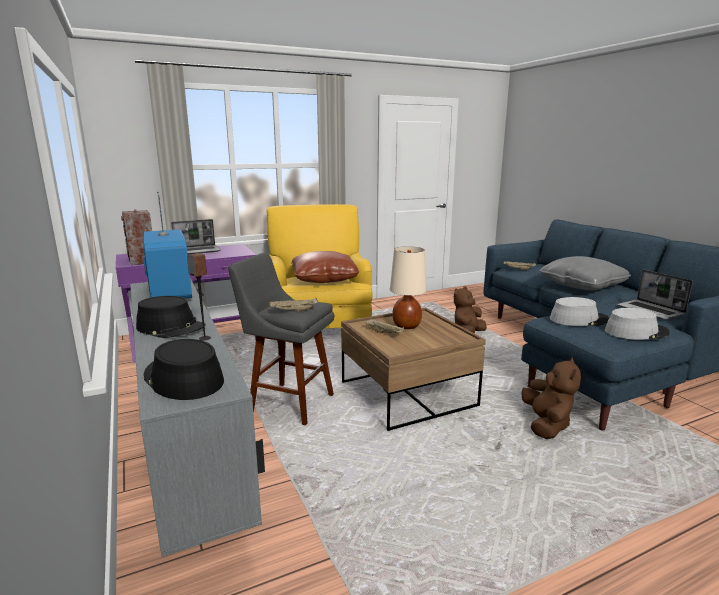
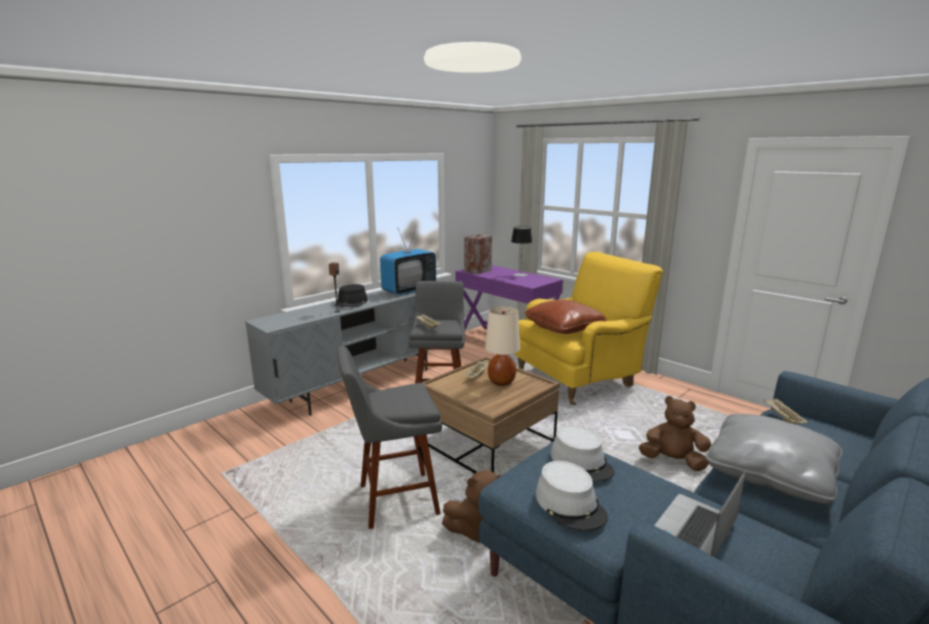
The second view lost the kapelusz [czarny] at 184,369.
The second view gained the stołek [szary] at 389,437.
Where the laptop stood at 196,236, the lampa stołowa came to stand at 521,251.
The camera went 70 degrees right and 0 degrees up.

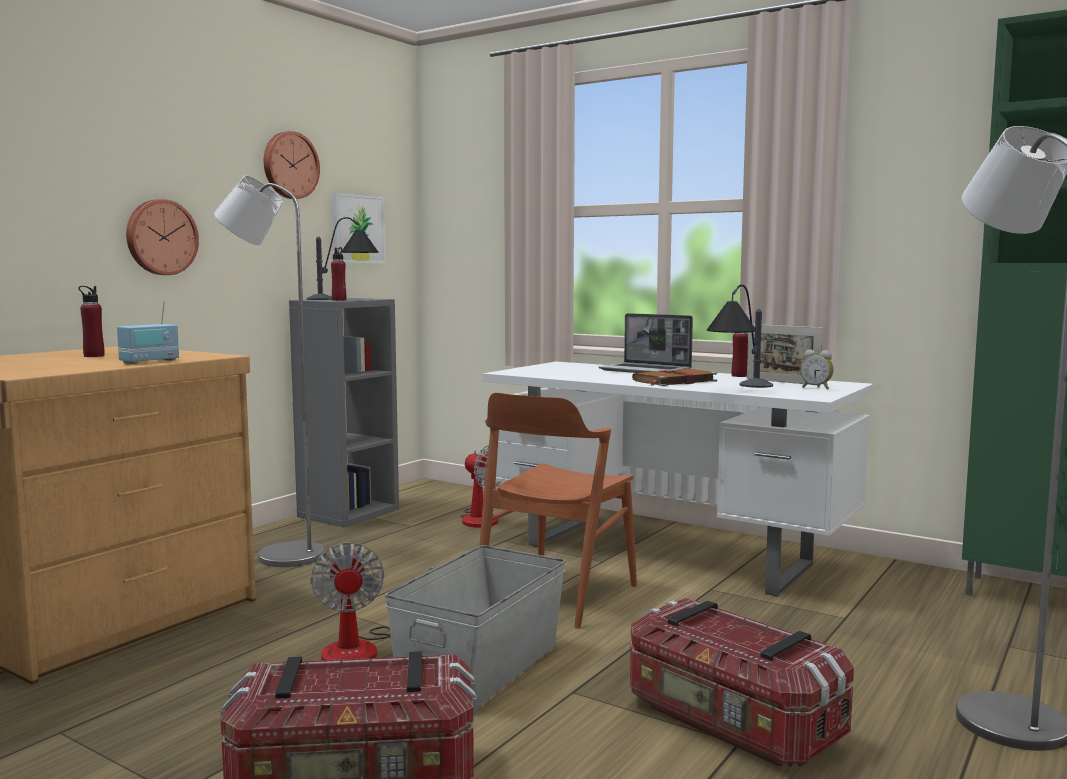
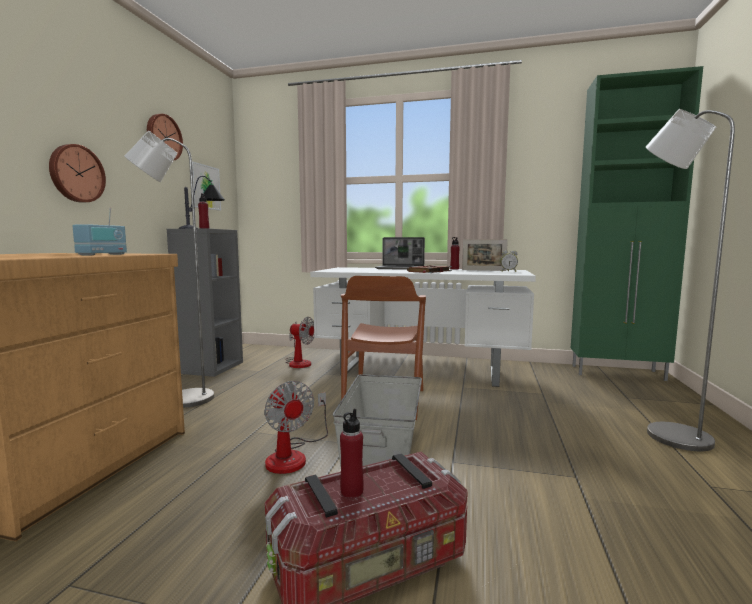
The second view lost the pojemnik do przechowywania at 742,682.
The second view lost the lampa stołowa at 740,336.
The butelka [czerwony] ended up elsewhere, having gone from 92,321 to 352,453.
The camera went 20 degrees left and 0 degrees up.

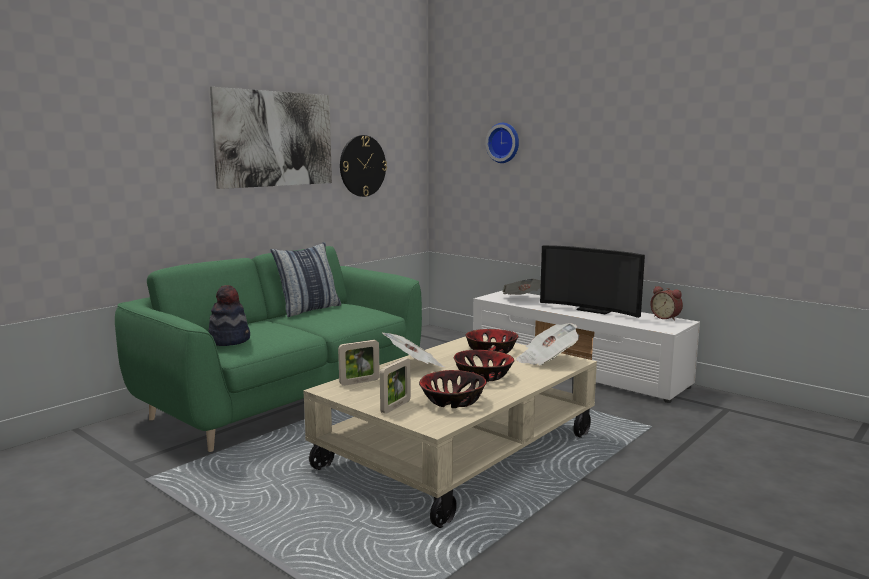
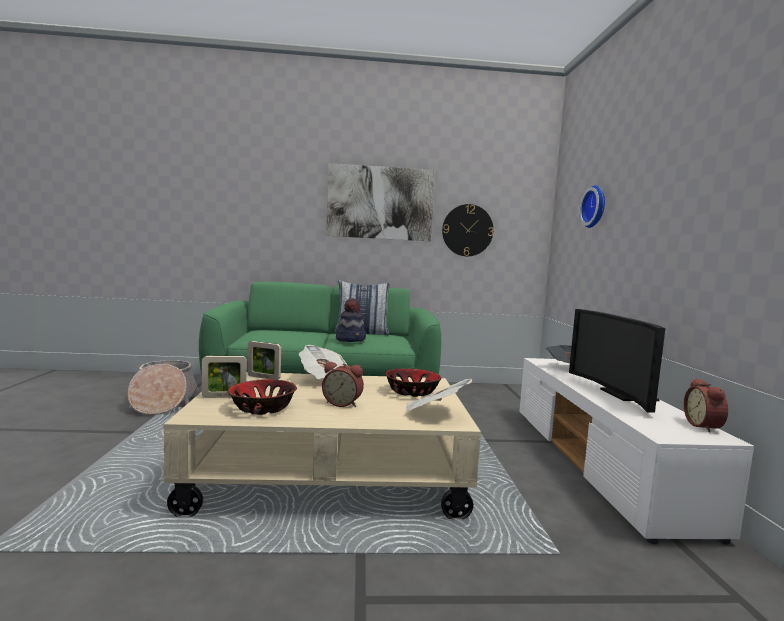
The second view gained the koszyk at 163,387.
The kapelusz ended up elsewhere, having gone from 229,315 to 351,320.
Where the miska stood at 483,366, the budzik came to stand at 343,384.
The camera went 45 degrees right and 5 degrees down.

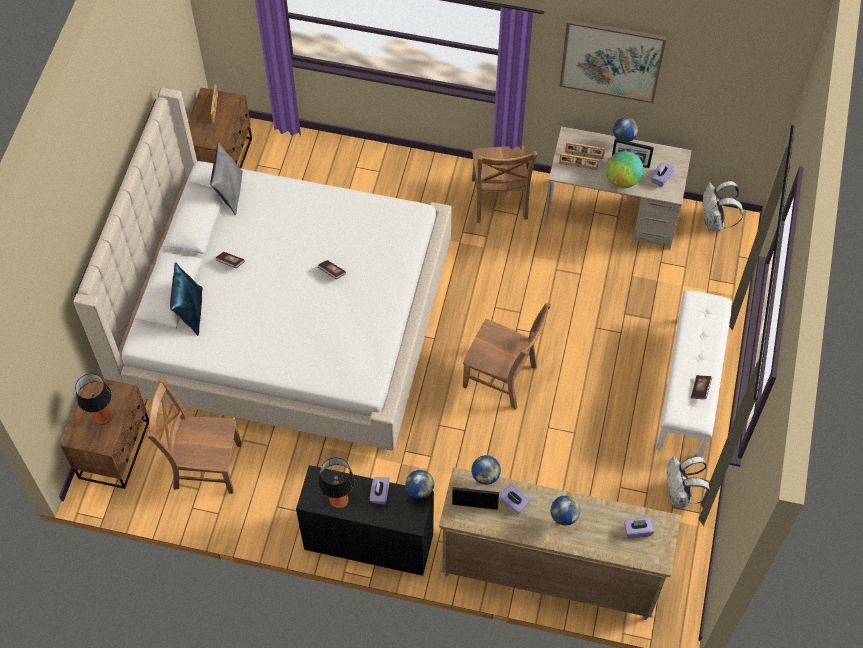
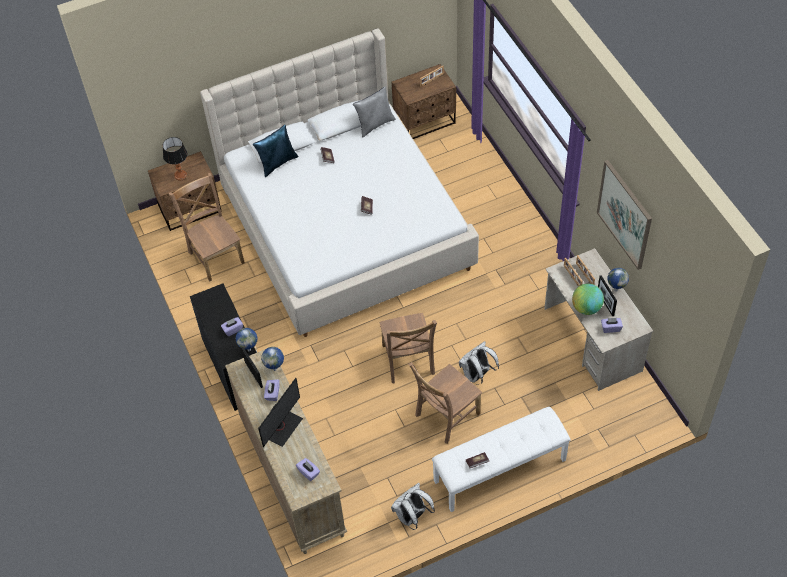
The second view lost the lampa stołowa at 336,483.
The krzesło [brązowy] ended up elsewhere, having gone from 505,184 to 445,403.
The plecak [biały] ended up elsewhere, having gone from 723,206 to 479,363.
Where the globus stood at 565,511, the monitor came to stand at 280,412.
The camera went 55 degrees right and 5 degrees down.

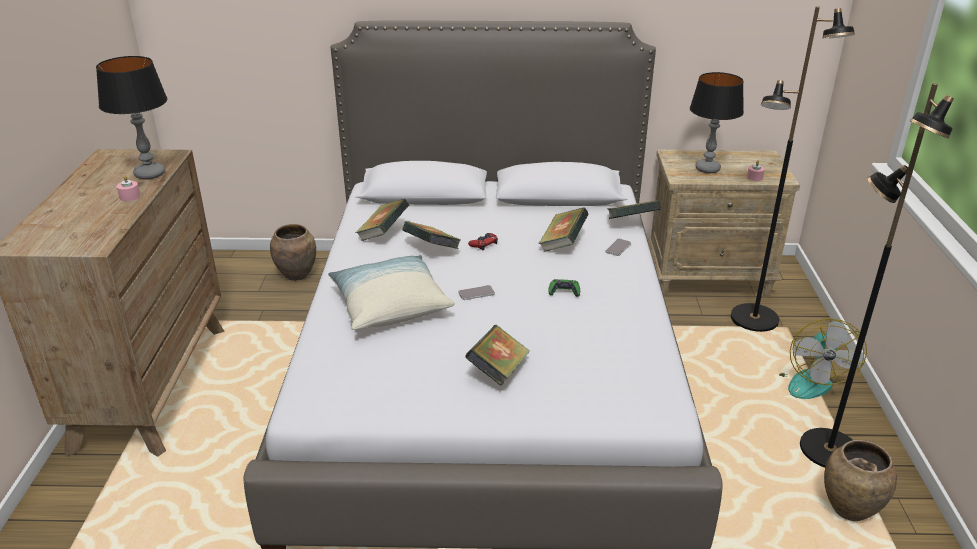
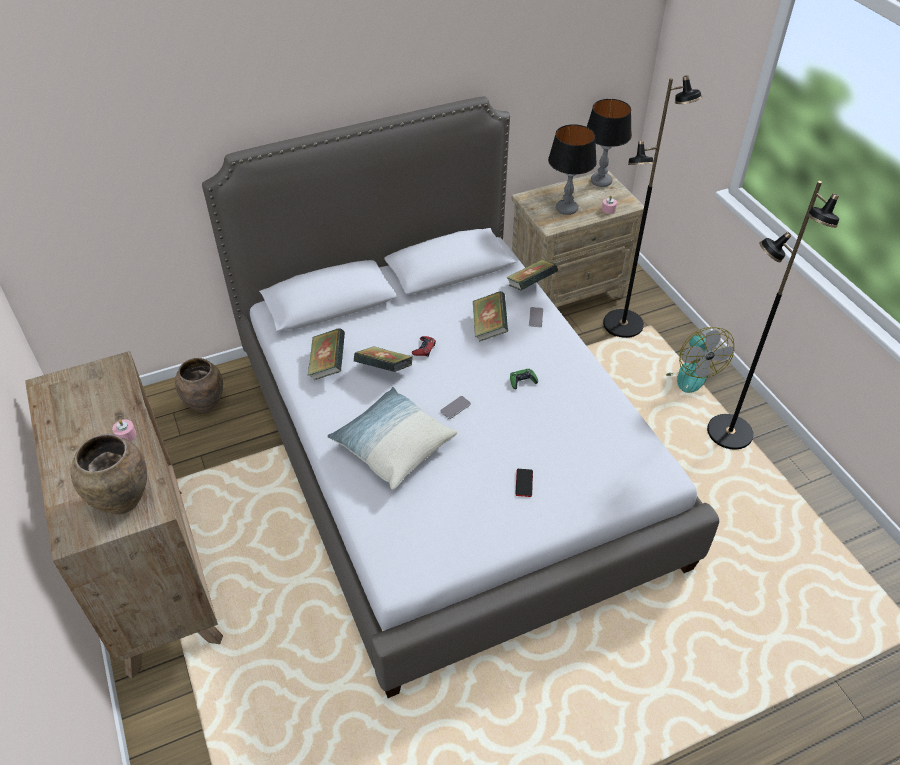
The lampa stołowa ended up elsewhere, having gone from 131,118 to 609,143.
The wazon [brązowy] ended up elsewhere, having gone from 860,480 to 109,474.
Where the książka stood at 497,355, the telefon came to stand at 524,483.
The camera went 25 degrees left and 15 degrees up.

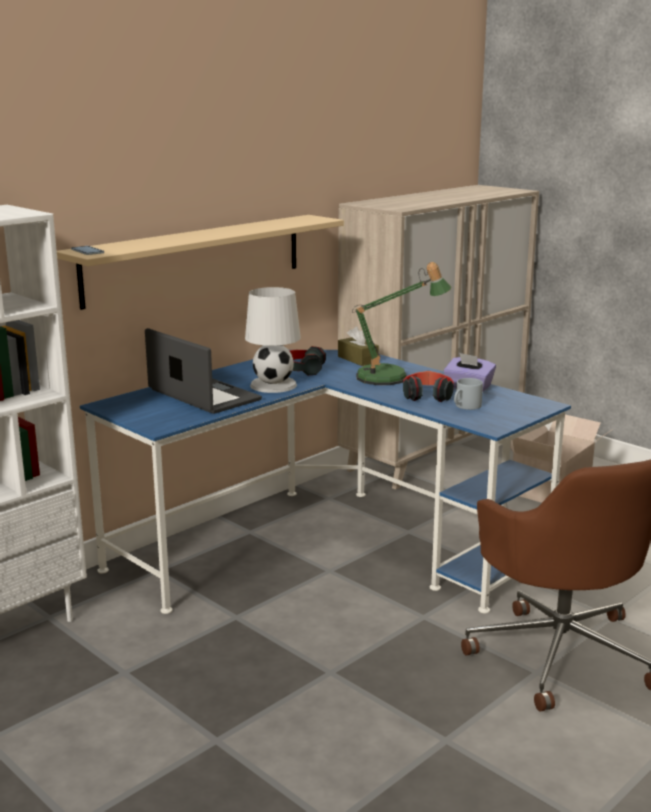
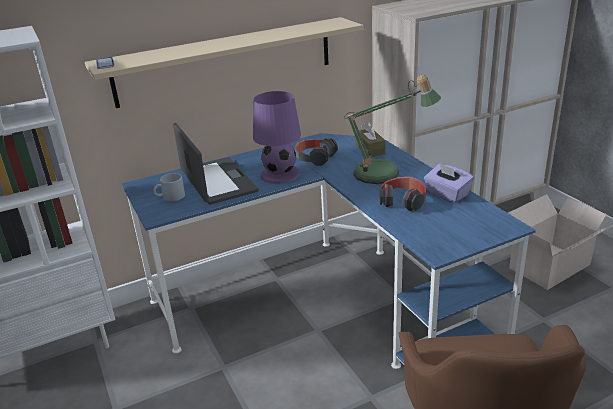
The kubek [szary] ended up elsewhere, having gone from 468,394 to 169,187.
What was the lampa stołowa [biały] at 273,340 turned into the lampa stołowa [fioletowy] at 277,137.
The camera went 20 degrees right and 10 degrees up.

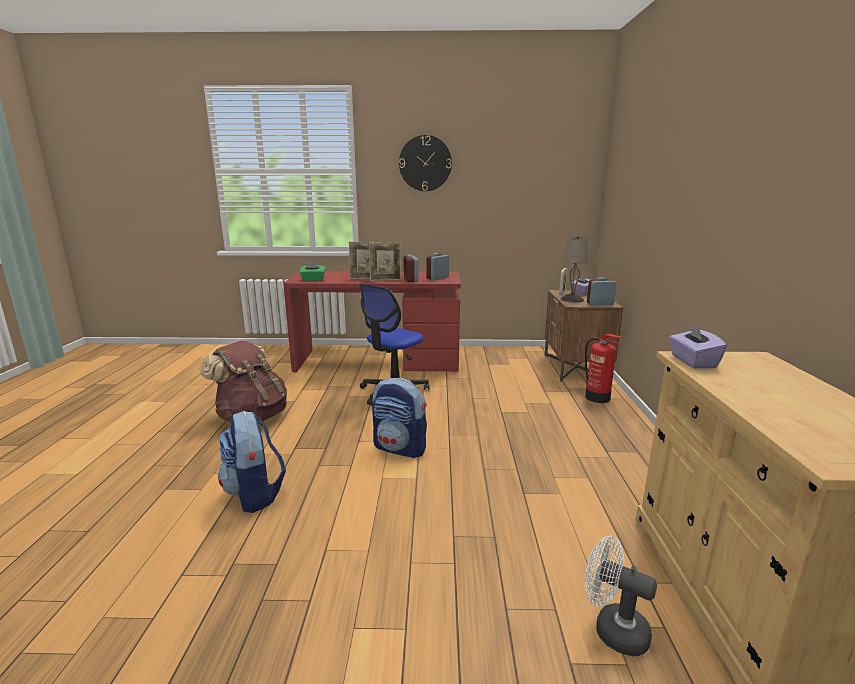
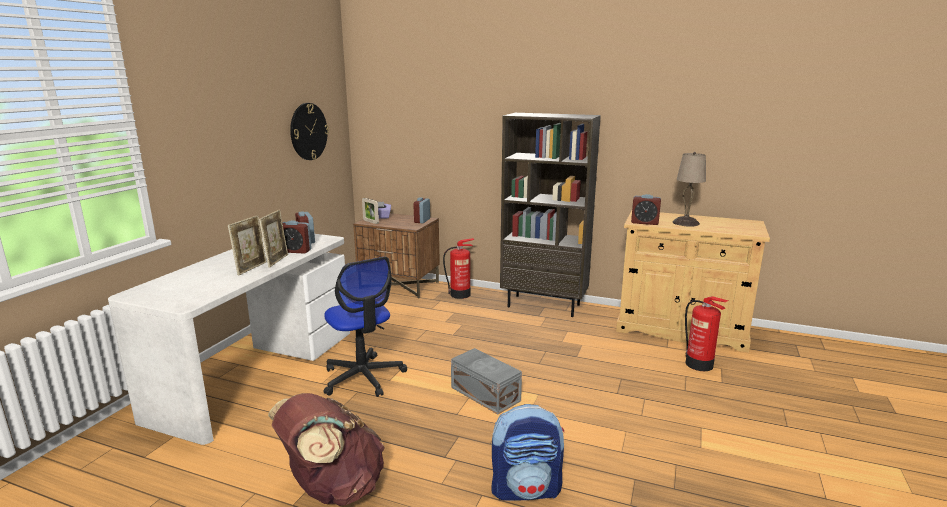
The second view lost the pudełko chusteczek [zielony] at 312,271.
The second view gained the regał [brązowy] at 550,215.
The zegar ścienny ended up elsewhere, having gone from 425,163 to 309,131.
The lampa stołowa [beżowy] ended up elsewhere, having gone from 575,269 to 689,189.
Where the plecak stood at 399,418, the pojemnik do przechowywania [szary] came to stand at 486,381.
Where the wentylator [biały] stood at 621,596, the gaśnica came to stand at 706,333.
Where the pudełko chusteczek [fioletowy] stood at 698,345, the budzik came to stand at 646,209.
What was the biurko [czerwony] at 372,322 turned into the biurko [biały] at 229,339.
The camera went 70 degrees left and 0 degrees up.

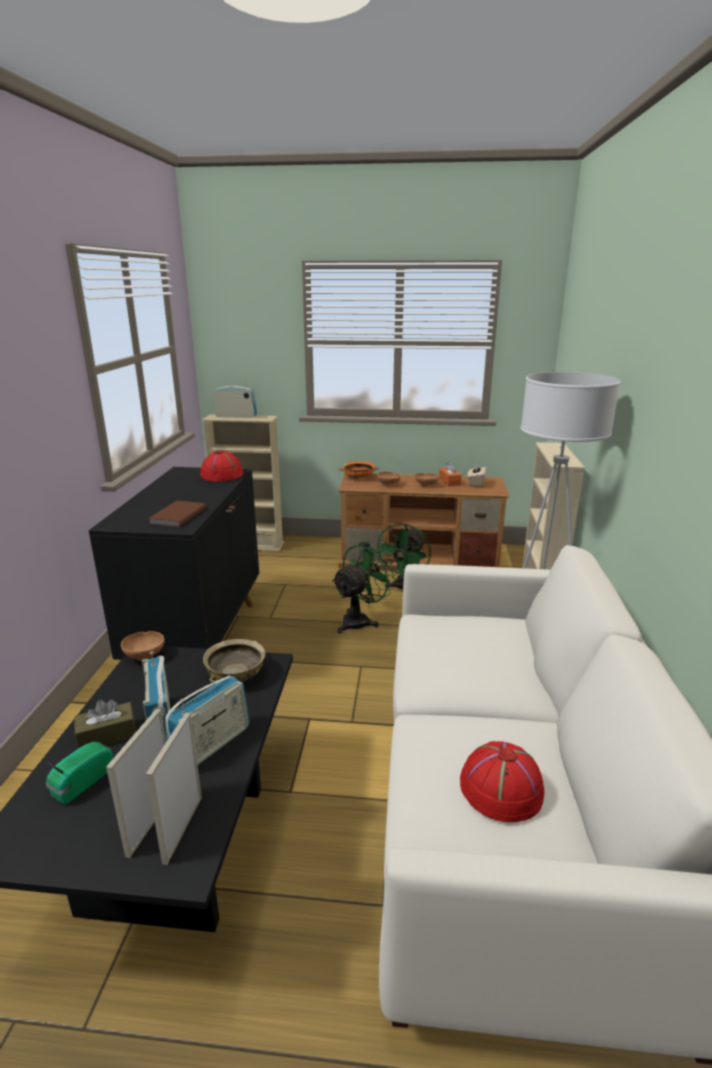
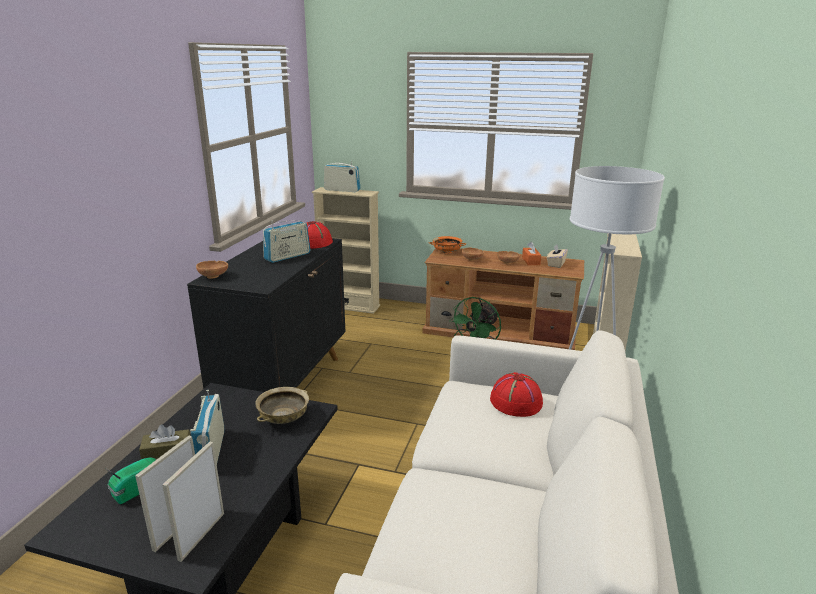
The second view lost the książka [brązowy] at 177,514.
The second view lost the wentylator [zielony] at 364,588.
The miska [brązowy] ended up elsewhere, having gone from 143,646 to 212,270.
The radio ended up elsewhere, having gone from 207,721 to 286,242.
The kapelusz [czerwony] ended up elsewhere, having gone from 502,781 to 516,394.
The camera went 10 degrees right and 0 degrees up.

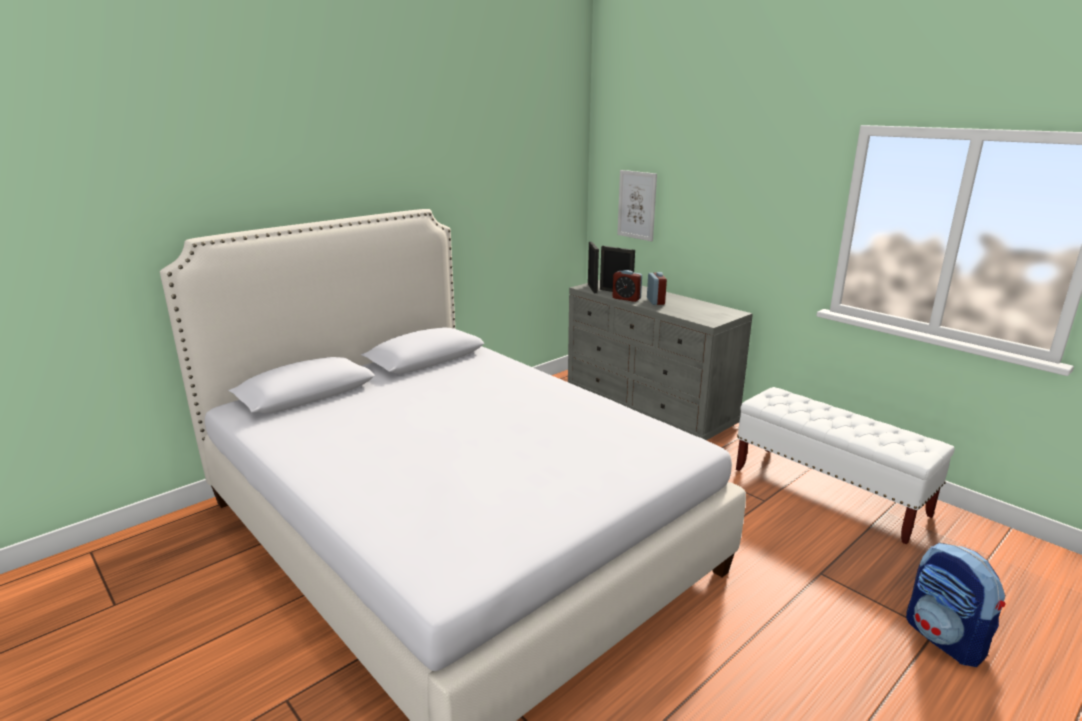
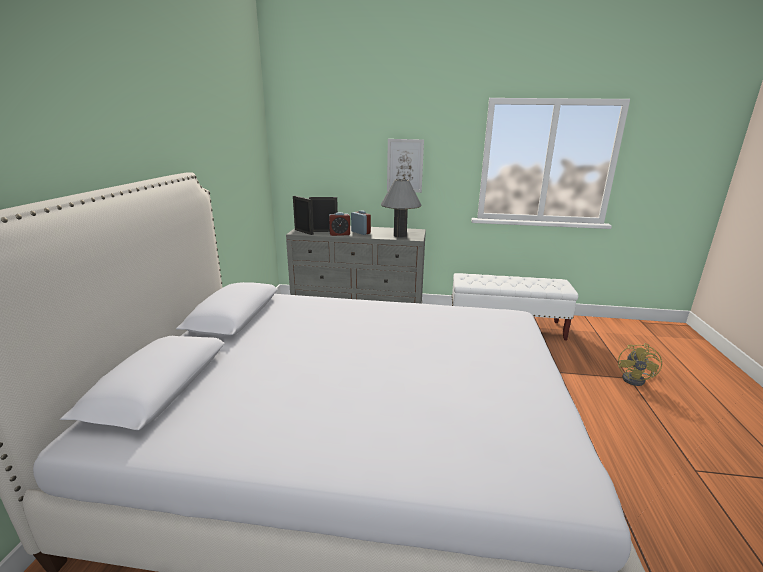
The second view gained the lampa stołowa [szary] at 401,208.
The obraz ended up elsewhere, having gone from 637,205 to 405,166.
Where the plecak stood at 956,605, the wentylator [żółty] came to stand at 640,364.
The camera went 40 degrees left and 0 degrees up.

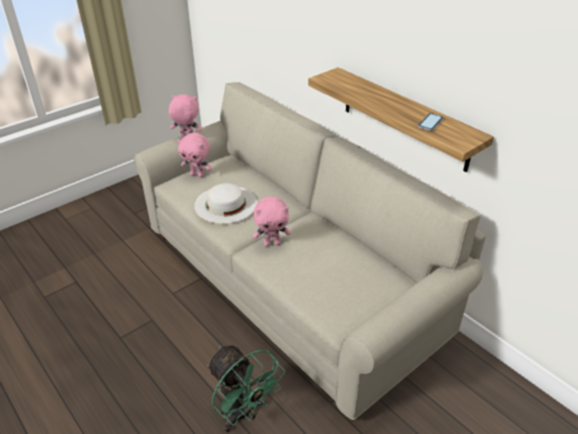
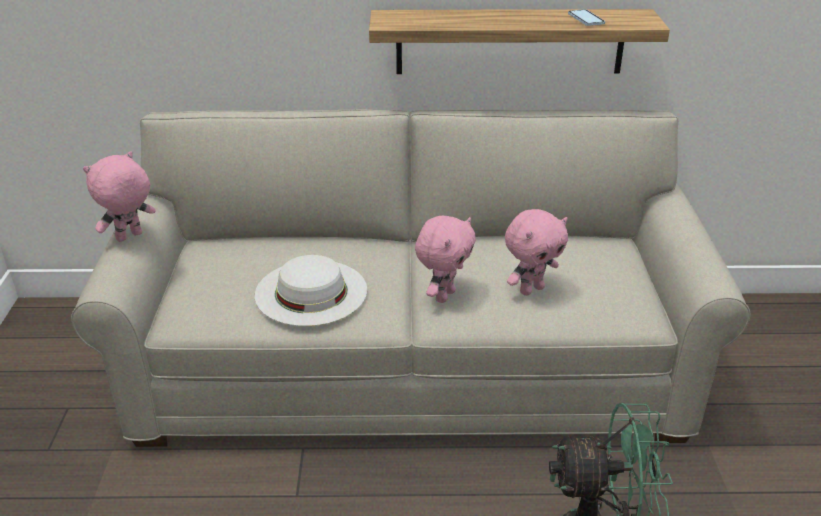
The pluszak [różowy] ended up elsewhere, having gone from 194,155 to 536,252.
The camera went 50 degrees left and 5 degrees down.

